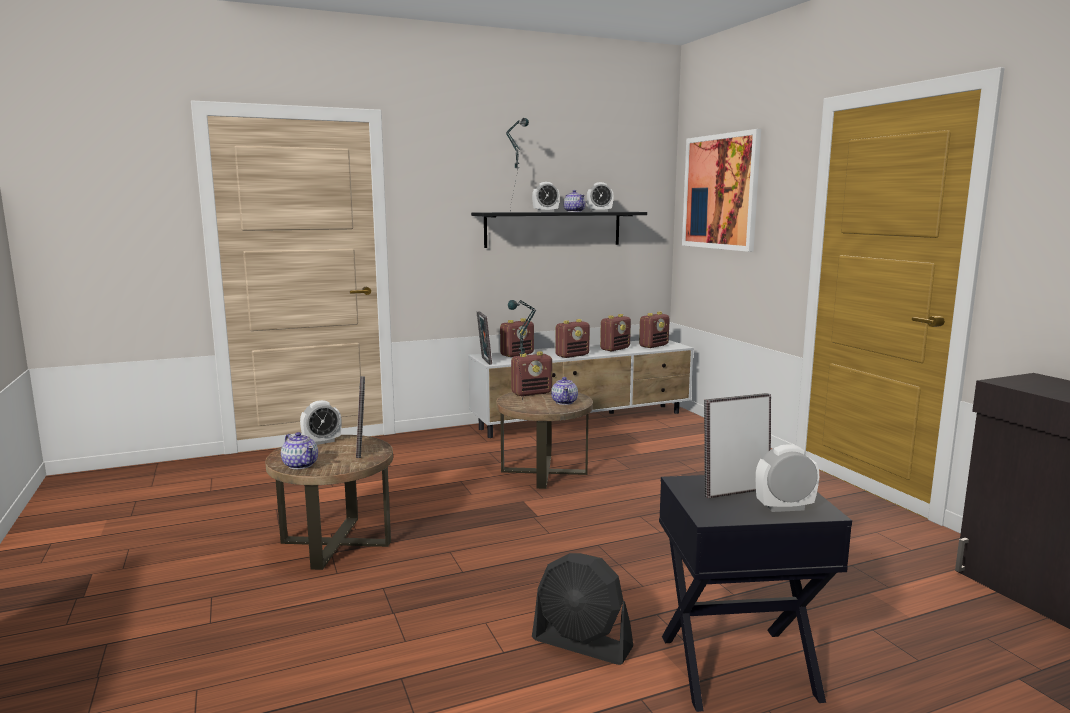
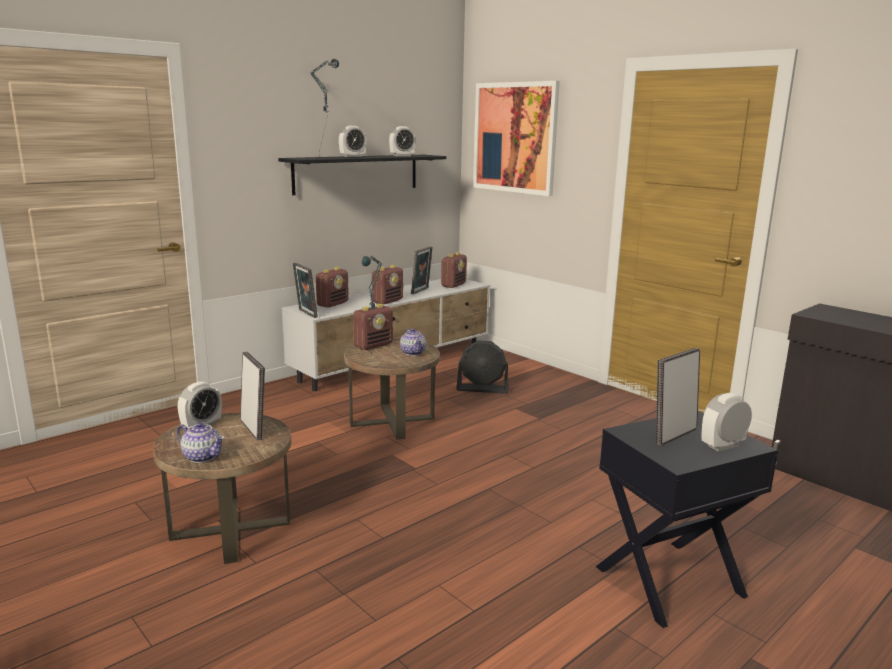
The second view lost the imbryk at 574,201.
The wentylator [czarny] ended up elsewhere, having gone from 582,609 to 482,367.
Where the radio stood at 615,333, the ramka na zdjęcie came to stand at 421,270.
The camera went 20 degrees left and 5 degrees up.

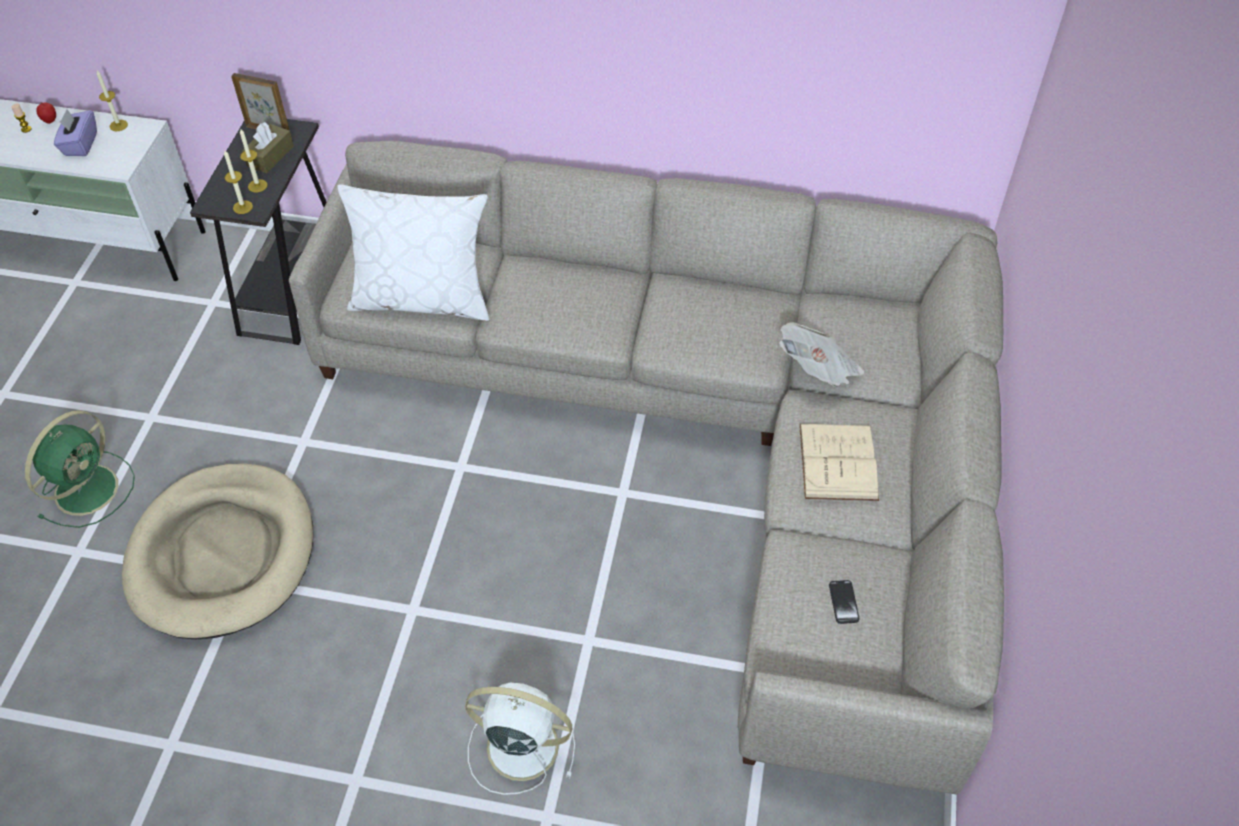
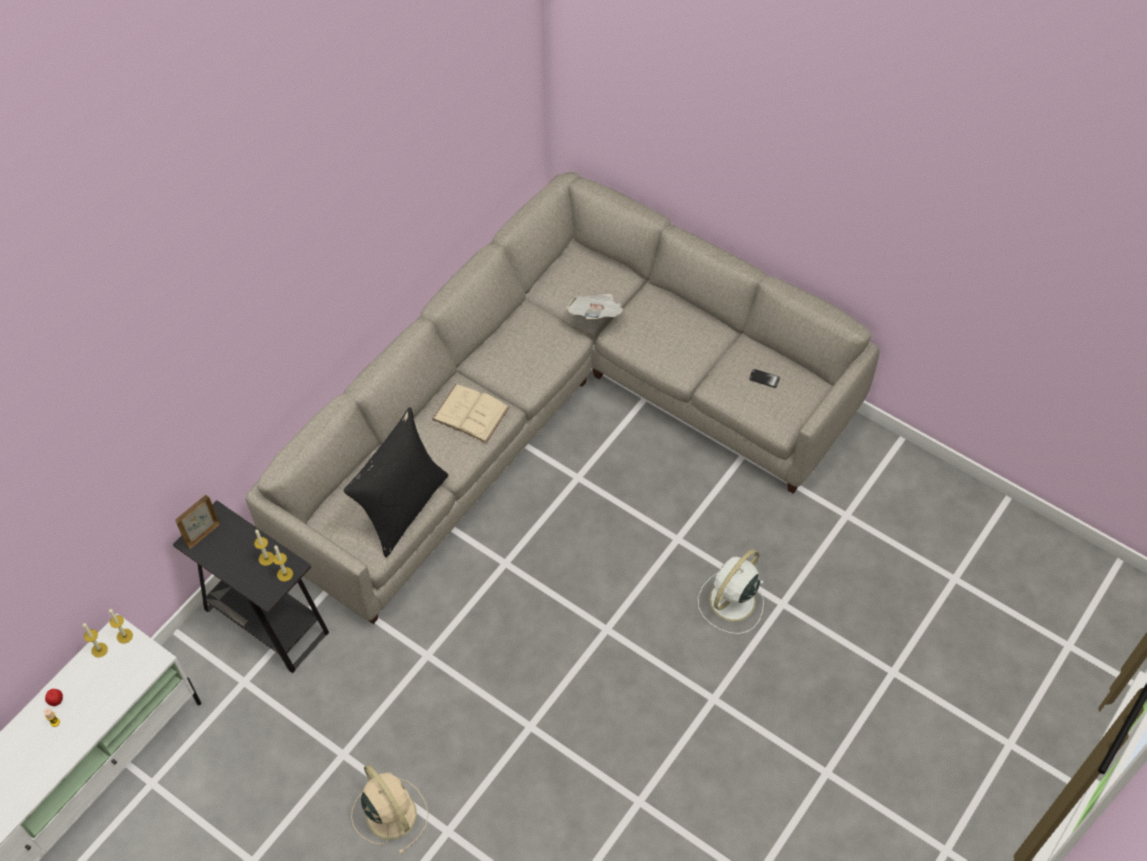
The second view lost the pudełko chusteczek [fioletowy] at 75,132.
The second view lost the legowisko [beżowy] at 217,551.
The second view lost the pudełko chusteczek [brązowy] at 268,147.
The second view gained the świeca at 121,626.
The książka [beżowy] ended up elsewhere, having gone from 839,462 to 470,413.
What was the wentylator [zielony] at 80,469 turned into the wentylator [beżowy] at 389,808.
What was the poduszka [biały] at 413,252 turned into the poduszka [czarny] at 395,482.
The camera went 65 degrees left and 5 degrees up.

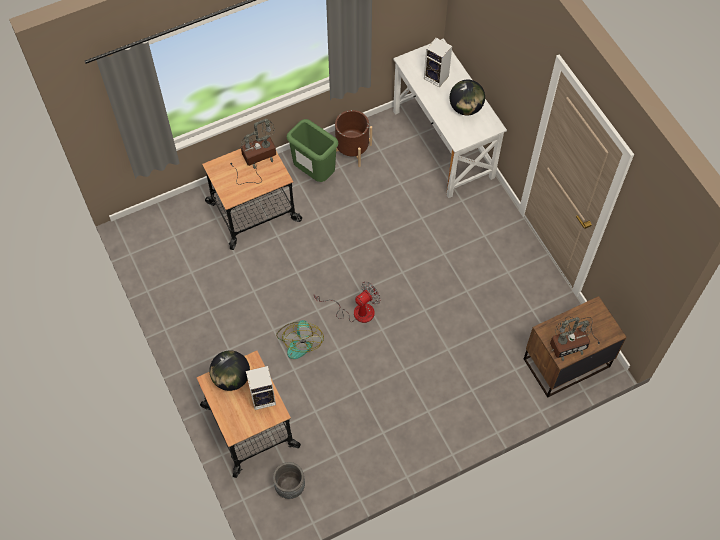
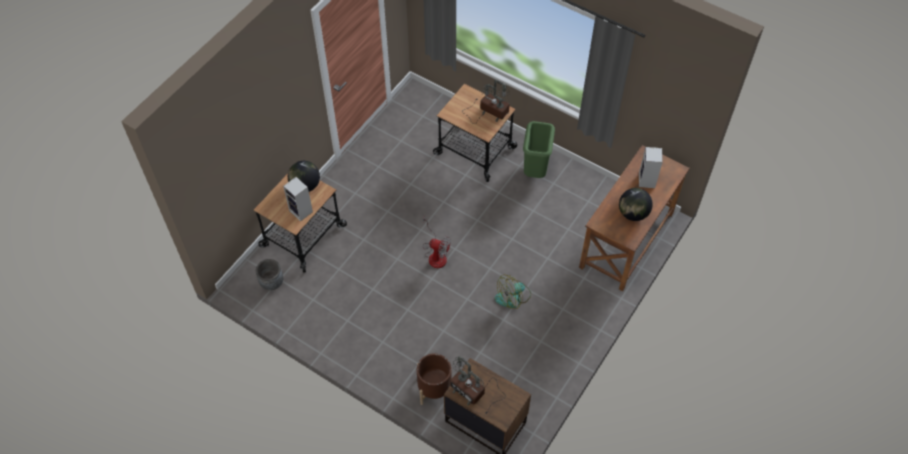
The wentylator ended up elsewhere, having gone from 300,339 to 513,292.
The donica [brązowy] ended up elsewhere, having gone from 353,138 to 434,379.
What was the biurko [biały] at 450,118 turned into the biurko [brązowy] at 634,218.
The camera went 60 degrees right and 5 degrees down.

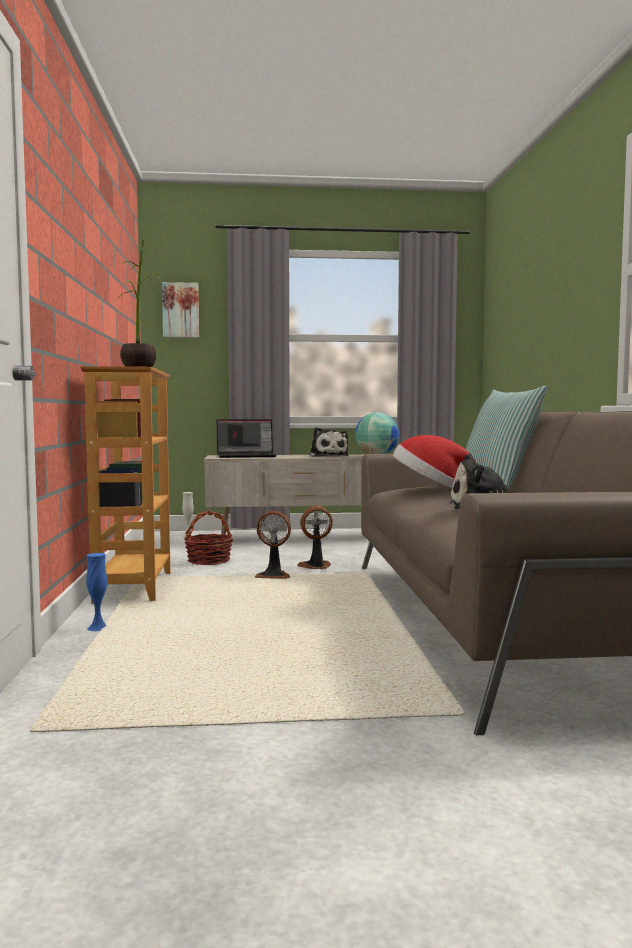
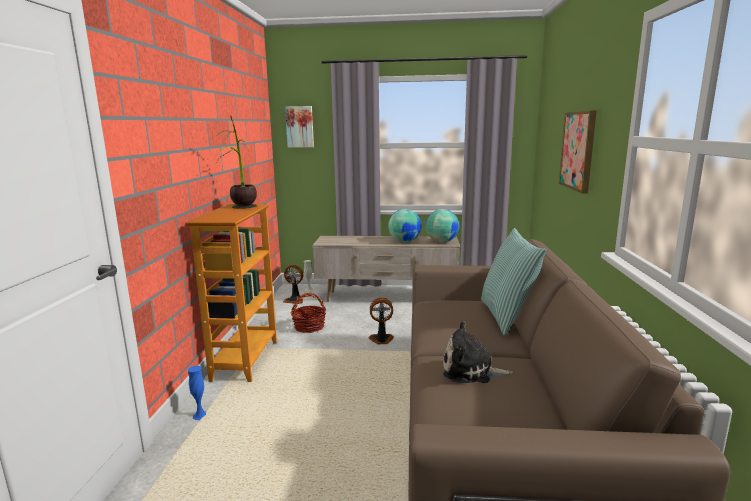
The second view lost the laptop at 246,438.
The second view lost the kapelusz at 434,461.
The second view gained the obraz at 577,152.
The wentylator ended up elsewhere, having gone from 273,545 to 293,284.
Where the pluszak stood at 328,442, the globus came to stand at 404,225.
The camera went 10 degrees right and 10 degrees up.

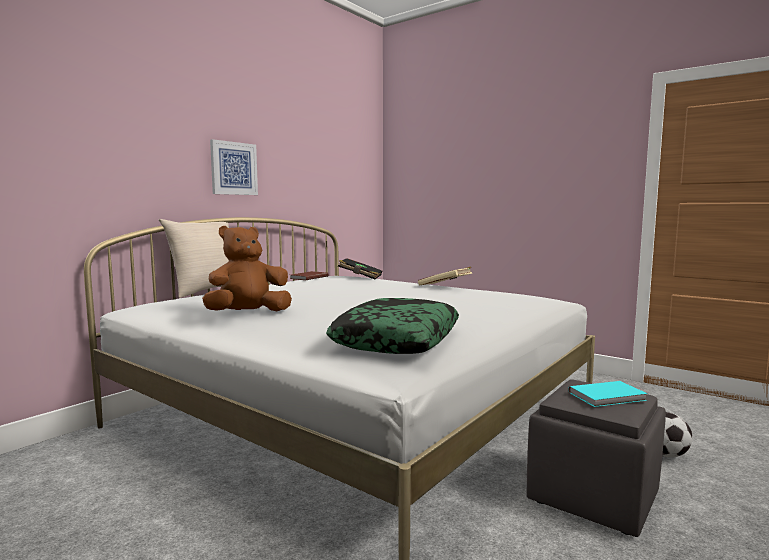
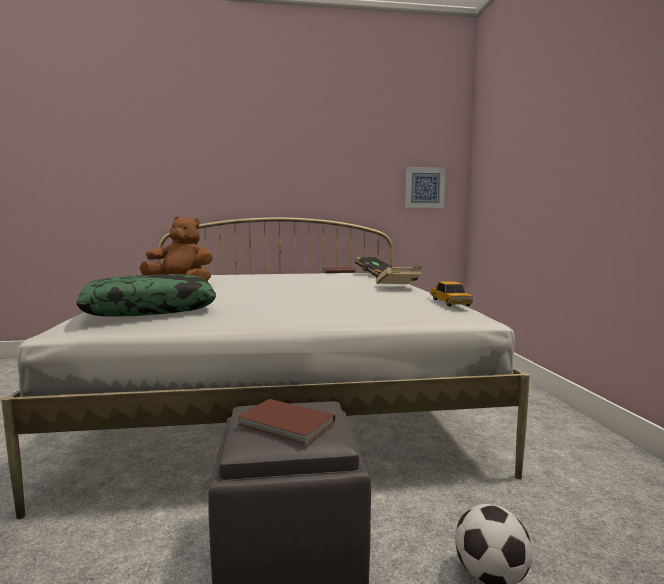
The second view lost the poduszka [beżowy] at 194,258.
The second view gained the samochodzik at 451,293.
The obraz ended up elsewhere, having gone from 234,167 to 425,187.
What was the książka [turkusowy] at 608,394 turned into the książka [brązowy] at 286,422.
The camera went 45 degrees right and 0 degrees up.

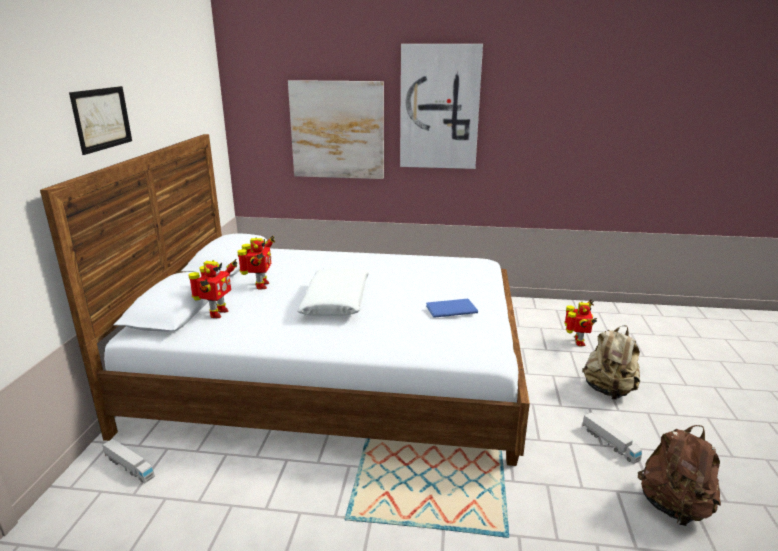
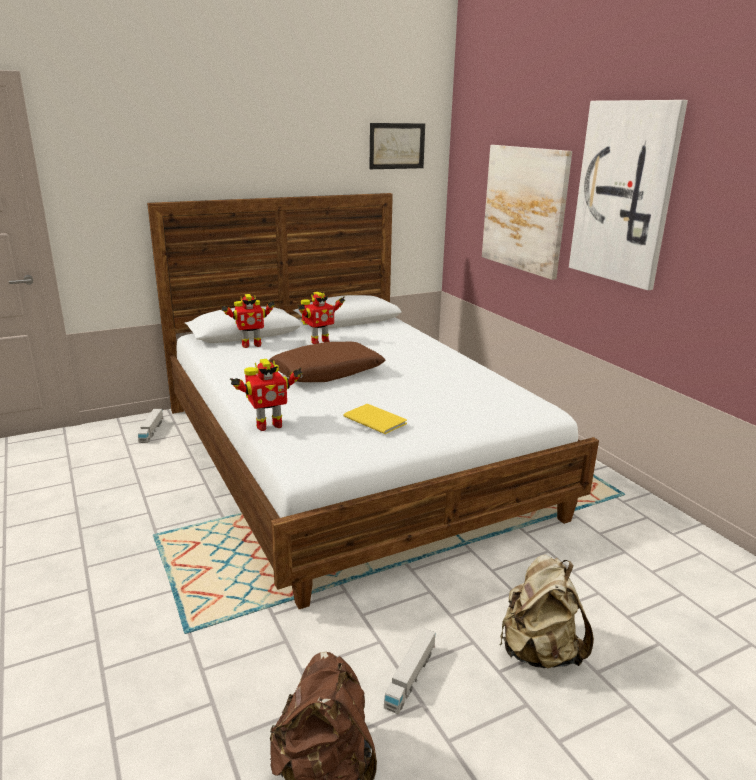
The obraz ended up elsewhere, having gone from 100,120 to 397,146.
The robot zabawkowy ended up elsewhere, having gone from 580,322 to 266,395.
What was the poduszka [biały] at 333,292 turned into the poduszka [brązowy] at 327,361.
What was the książka [niebieski] at 452,308 turned into the książka [żółty] at 375,419.
The camera went 55 degrees right and 0 degrees up.

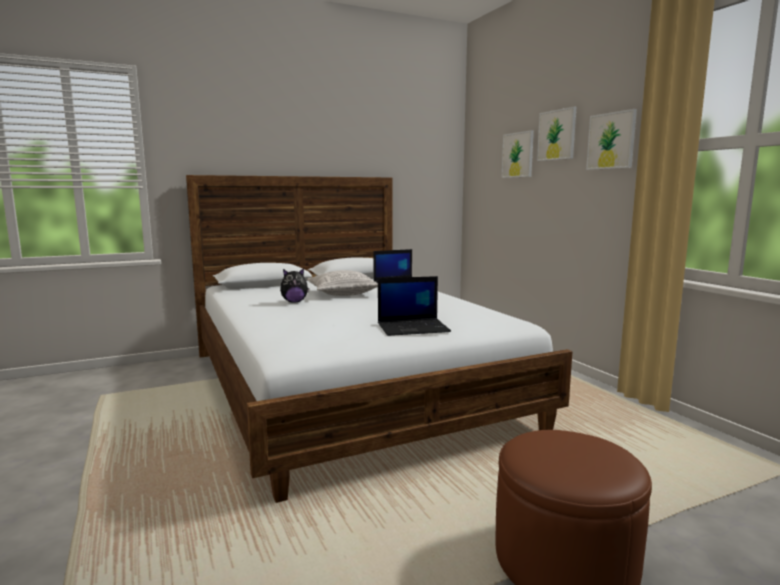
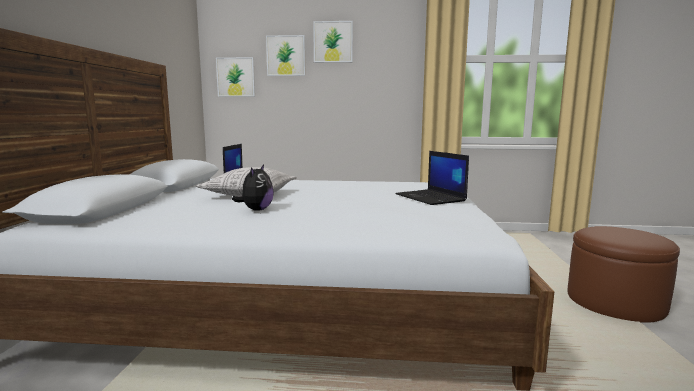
The obraz ended up elsewhere, having gone from 611,139 to 235,77.
The laptop at 414,306 ended up facing another way, 135 degrees clockwise from before.
The camera went 60 degrees left and 0 degrees up.

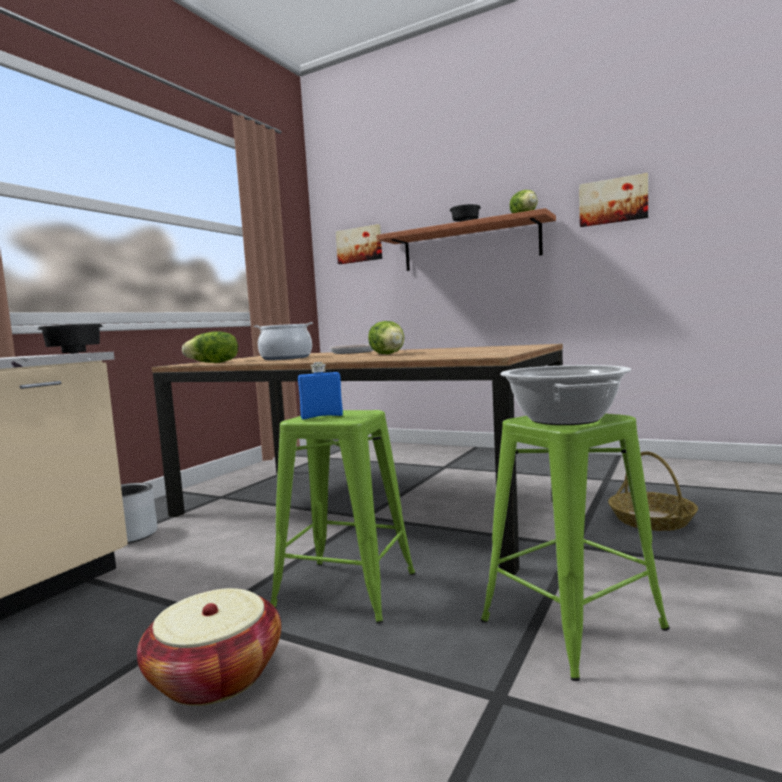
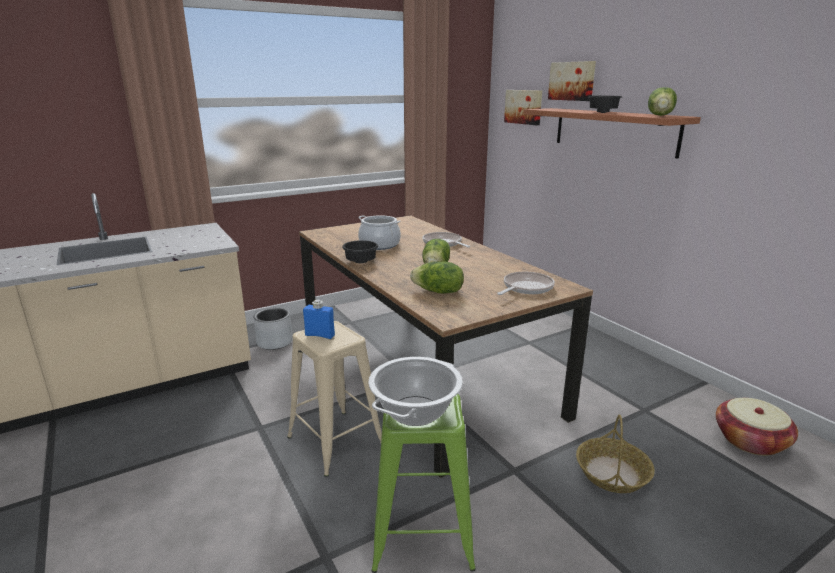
The second view gained the patelnia at 526,283.
The miska [czarny] ended up elsewhere, having gone from 70,339 to 360,251.
The koszyk ended up elsewhere, having gone from 209,647 to 757,427.
The sałata ended up elsewhere, having gone from 210,347 to 437,277.
The obraz ended up elsewhere, having gone from 613,200 to 572,81.
What was the stołek [zielony] at 343,517 turned into the stołek [beżowy] at 334,399.
The camera went 30 degrees right and 15 degrees up.

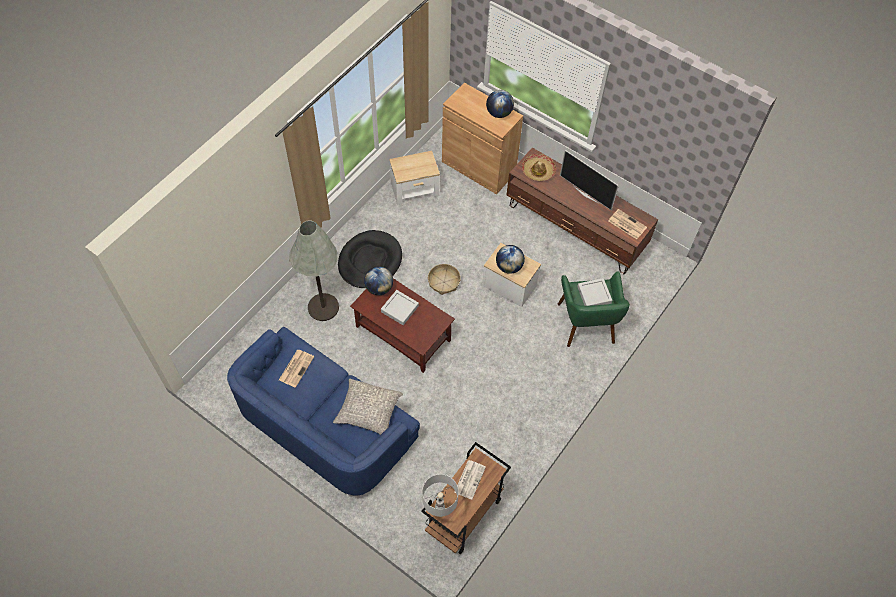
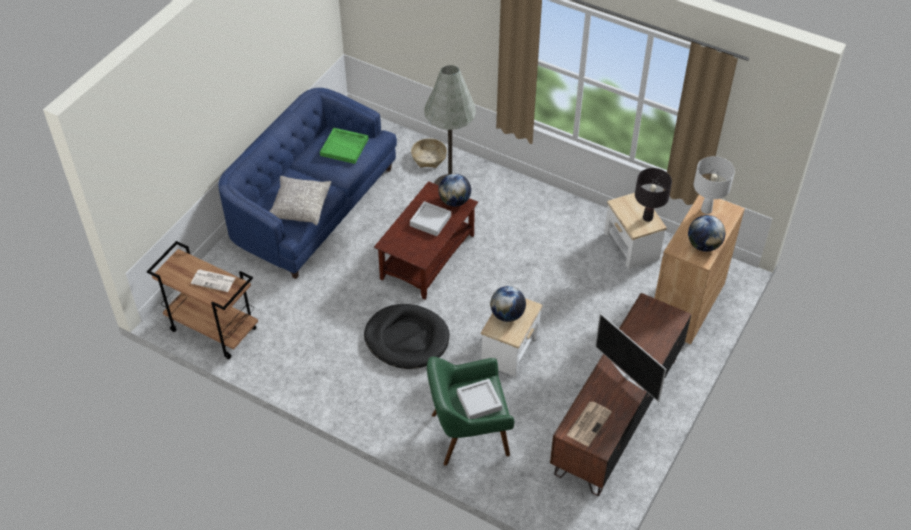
The second view lost the kapelusz at 539,167.
The second view gained the lampa stołowa [czarny] at 653,195.
The legowisko [czarny] ended up elsewhere, having gone from 370,259 to 407,336.
The lampa stołowa [biały] ended up elsewhere, having gone from 440,495 to 714,185.
The koszyk ended up elsewhere, having gone from 444,279 to 429,153.
Where the gazeta stood at 296,369, the taca [zielony] came to stand at 344,146.
The telewizor at 589,180 ended up facing another way, 75 degrees counterclockwise from before.
The camera went 85 degrees right and 10 degrees down.

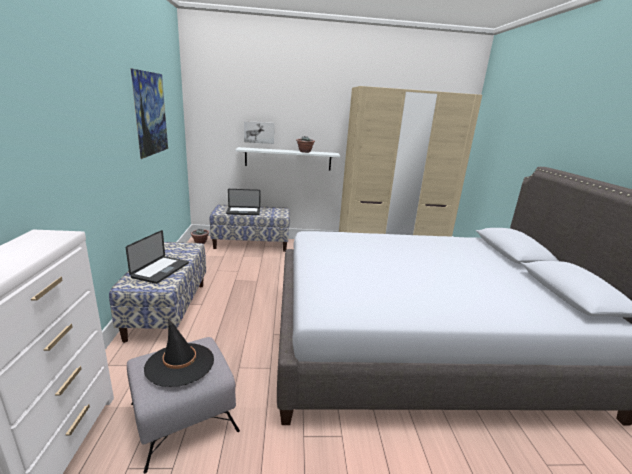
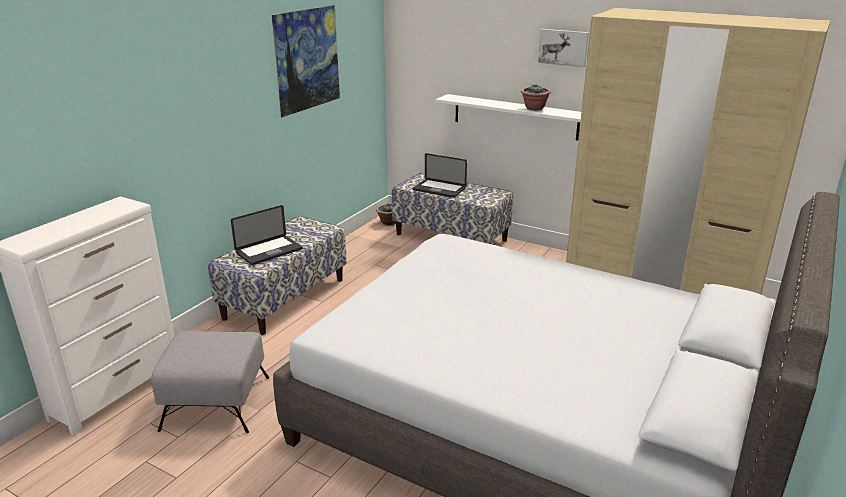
The second view lost the kapelusz [czarny] at 179,353.
The obraz ended up elsewhere, having gone from 259,132 to 563,48.
The camera went 35 degrees right and 5 degrees up.

